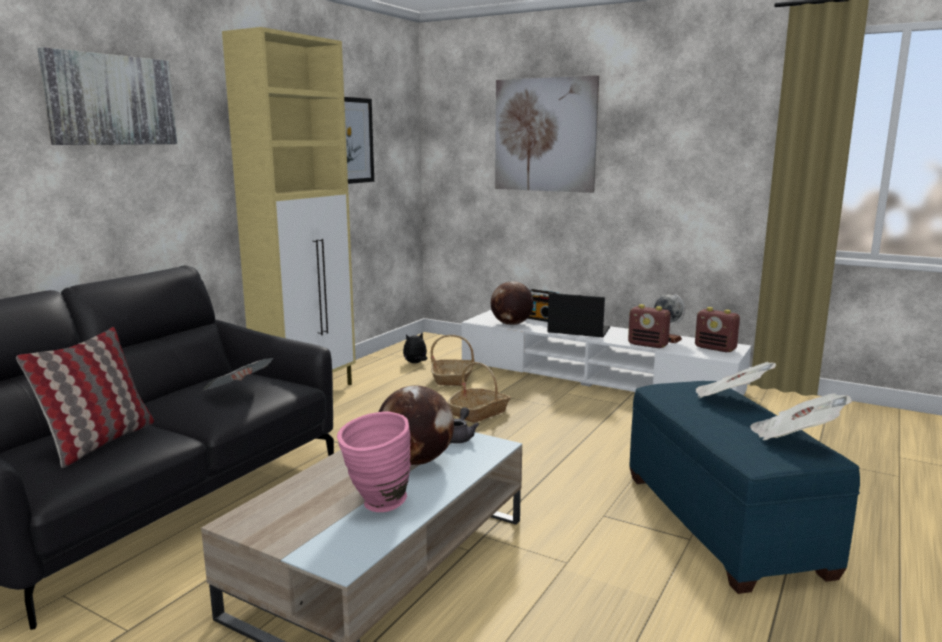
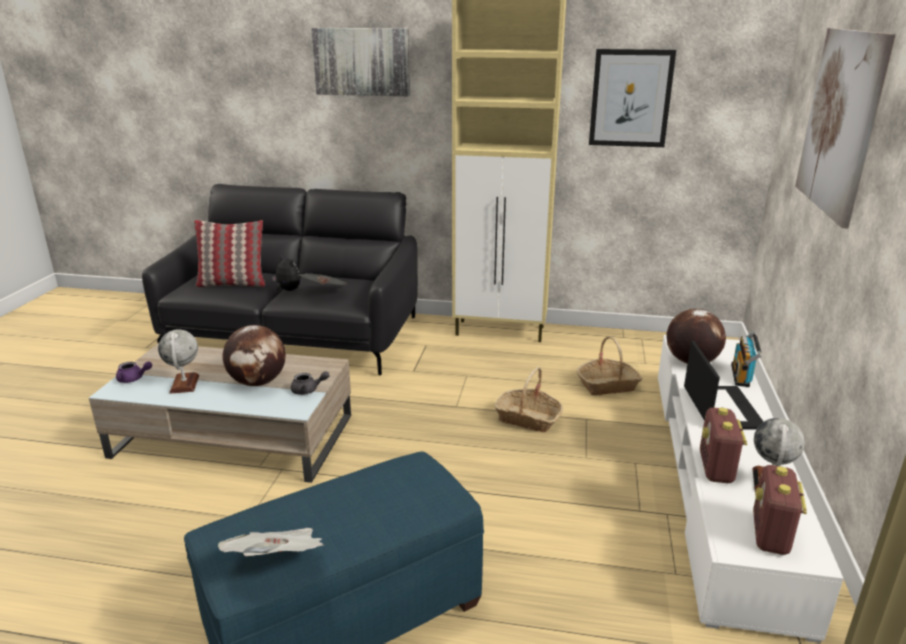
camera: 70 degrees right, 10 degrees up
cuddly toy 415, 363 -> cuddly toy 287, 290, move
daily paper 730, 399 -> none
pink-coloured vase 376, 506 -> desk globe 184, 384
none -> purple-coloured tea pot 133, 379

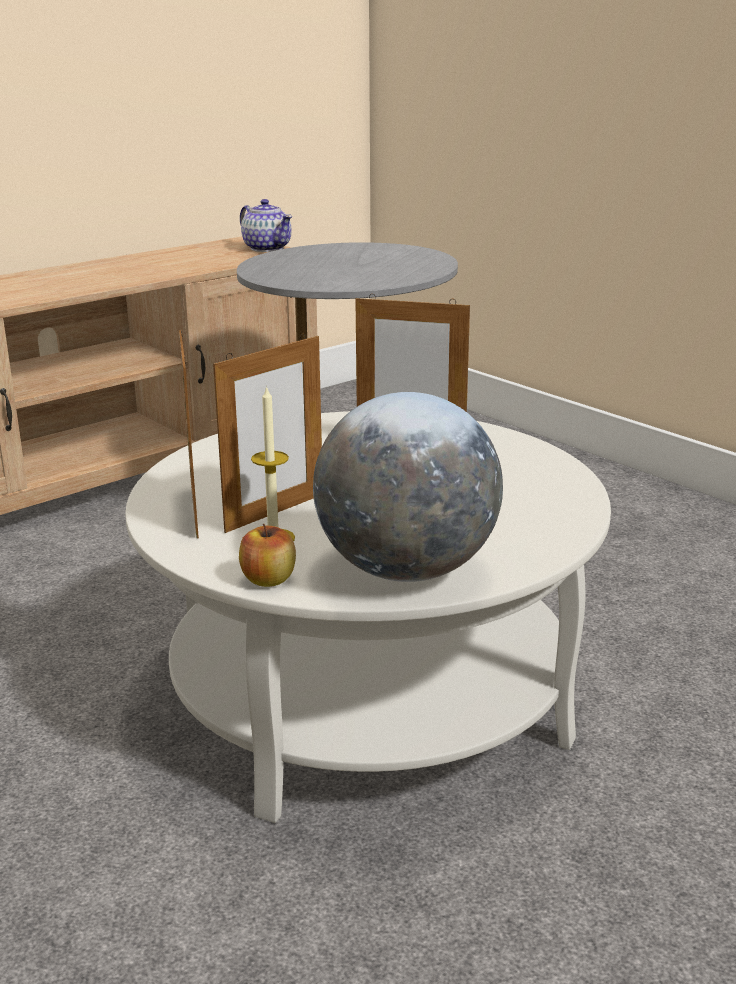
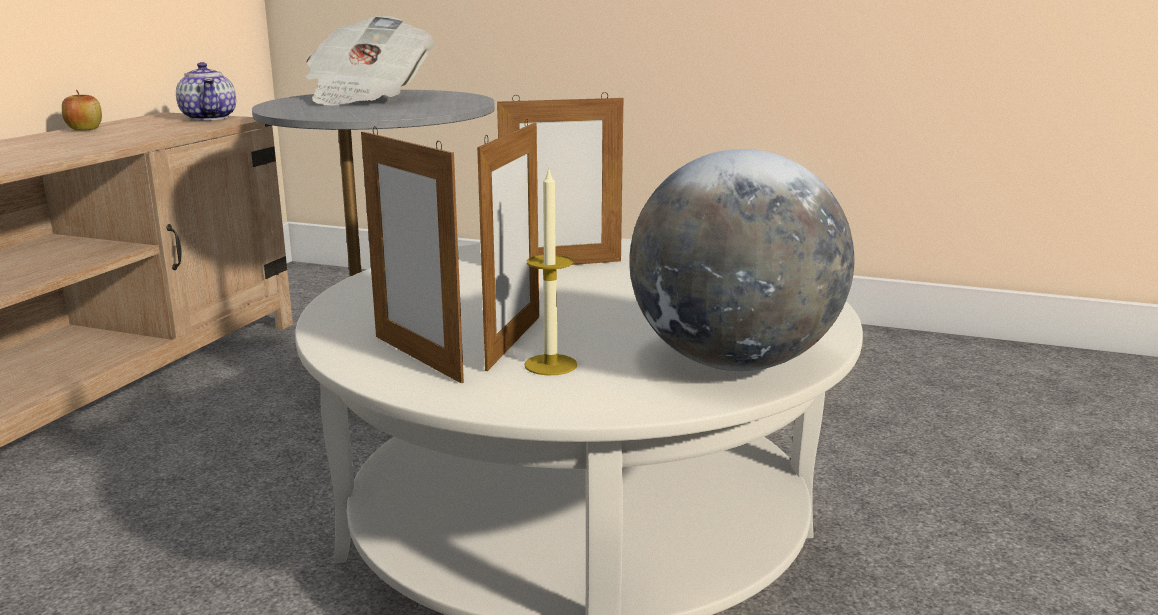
camera: 30 degrees left, 5 degrees down
tea pot 267, 248 -> tea pot 209, 118, 45 degrees clockwise
whole apple 268, 579 -> whole apple 84, 129, move
none -> daily paper 367, 98

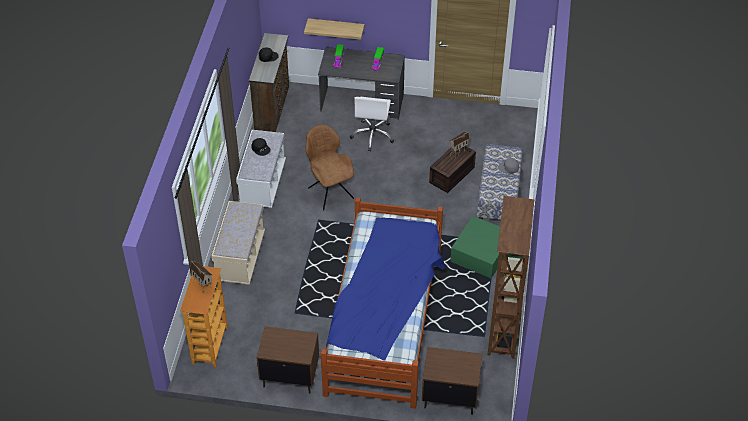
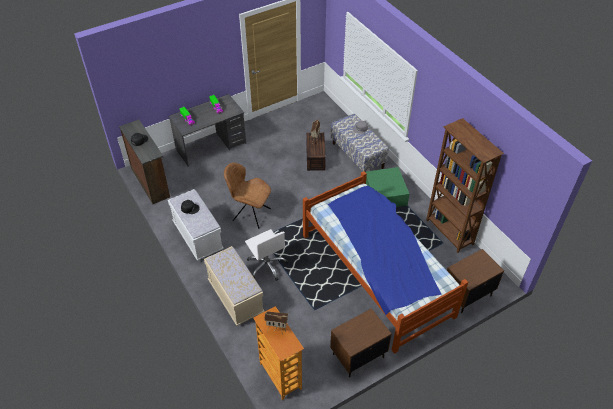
camera: 40 degrees left, 0 degrees up
shelf 336, 28 -> none
white-coloured office chair 373, 135 -> white-coloured office chair 267, 266, move

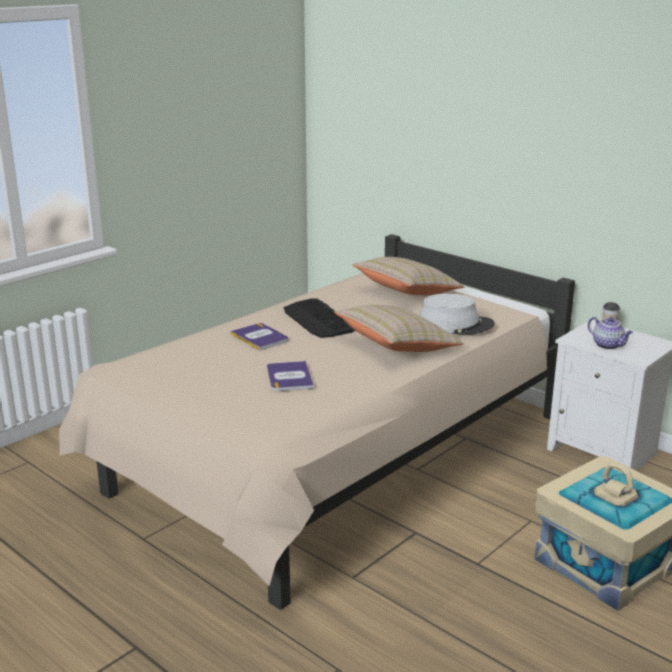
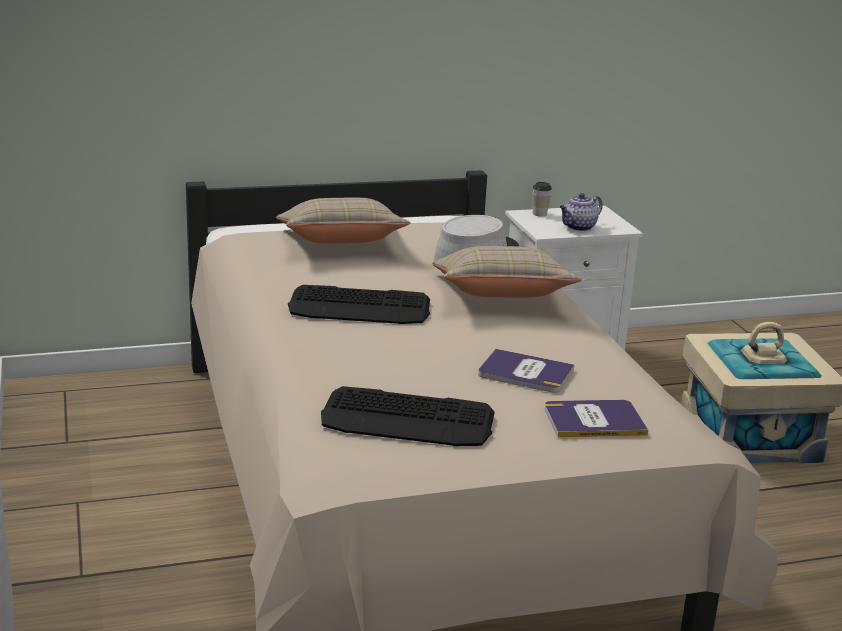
camera: 60 degrees left, 0 degrees up
tea pot 608, 345 -> tea pot 578, 227, 150 degrees clockwise
volume 260, 337 -> volume 594, 420, move
none -> PC keyboard 408, 420

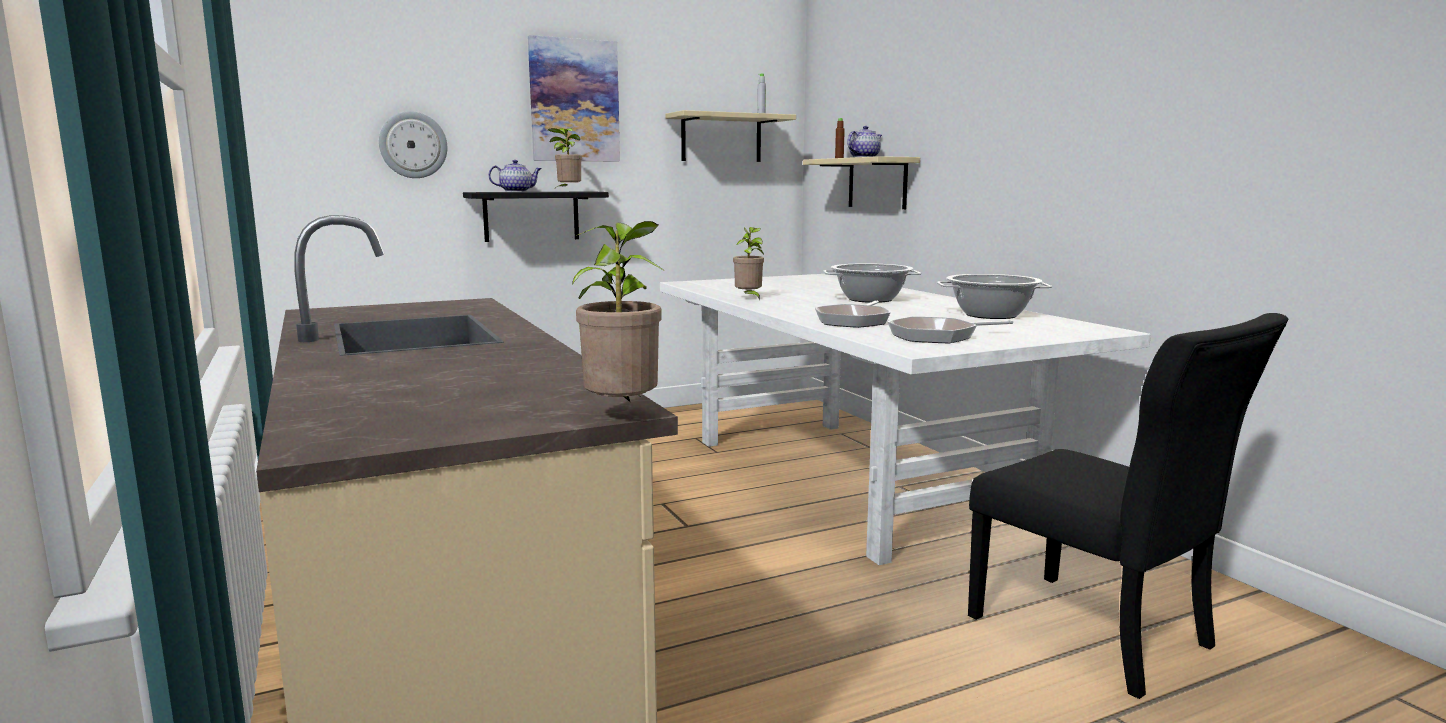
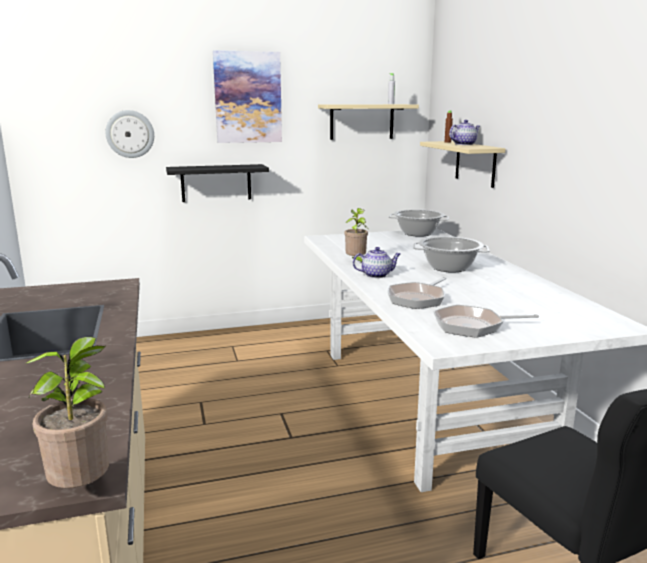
camera: 10 degrees right, 5 degrees up
potted plant 567, 191 -> none
tea pot 517, 191 -> tea pot 377, 275, move
saucepot 990, 315 -> saucepot 417, 233, move

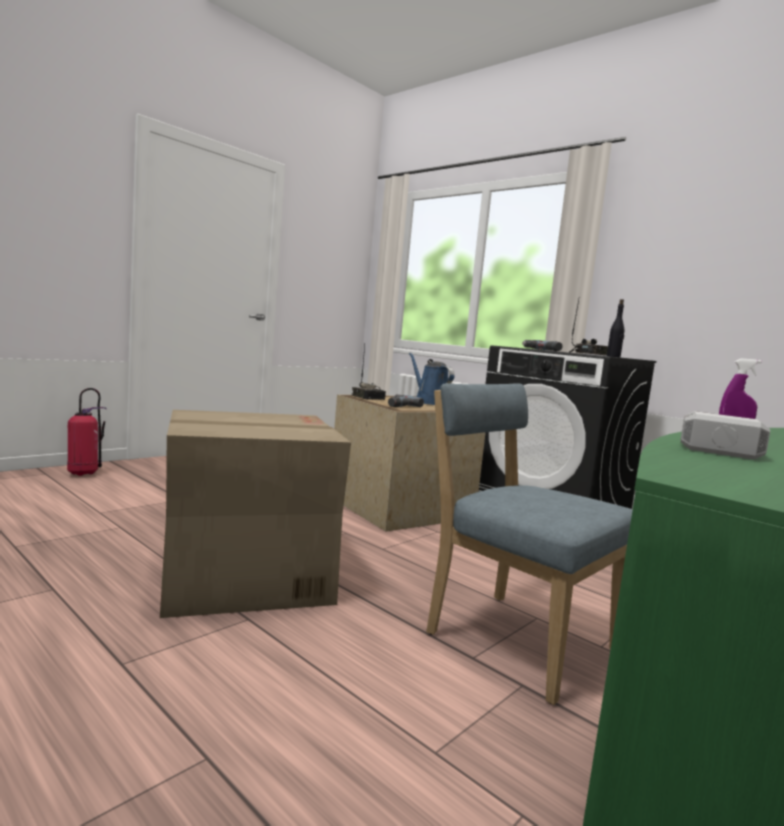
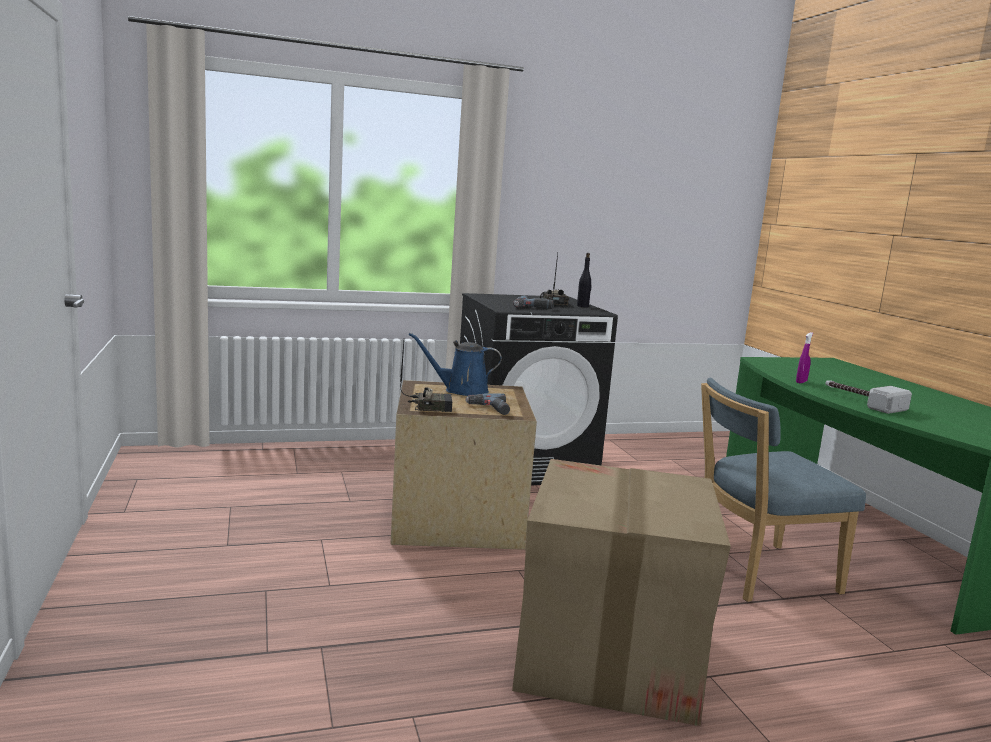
camera: 60 degrees left, 5 degrees up
fire-fighting cylinder 84, 474 -> none

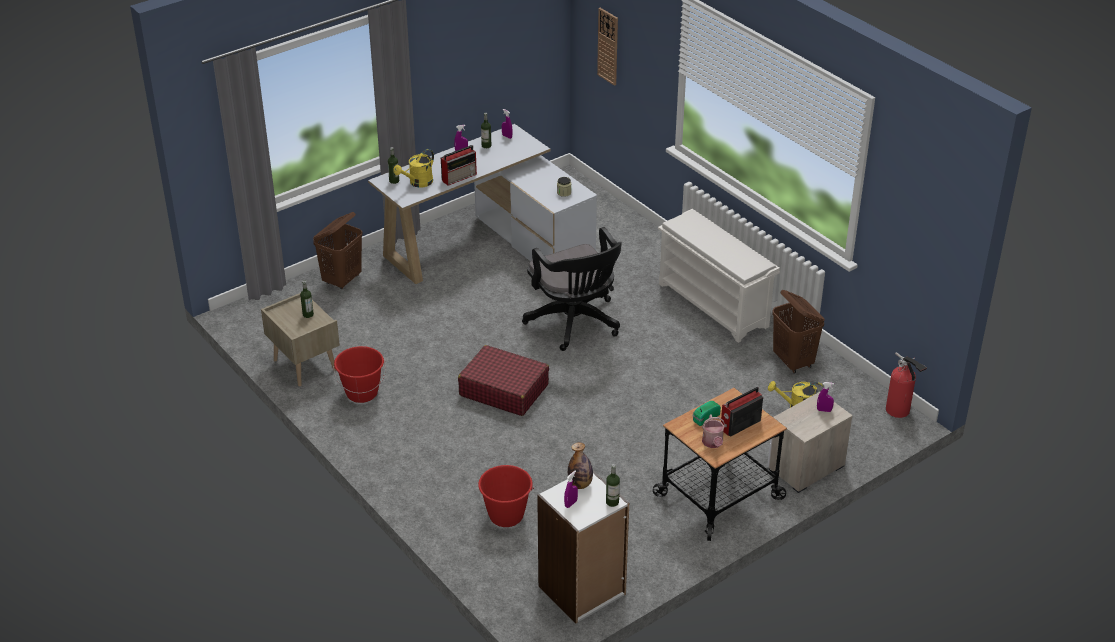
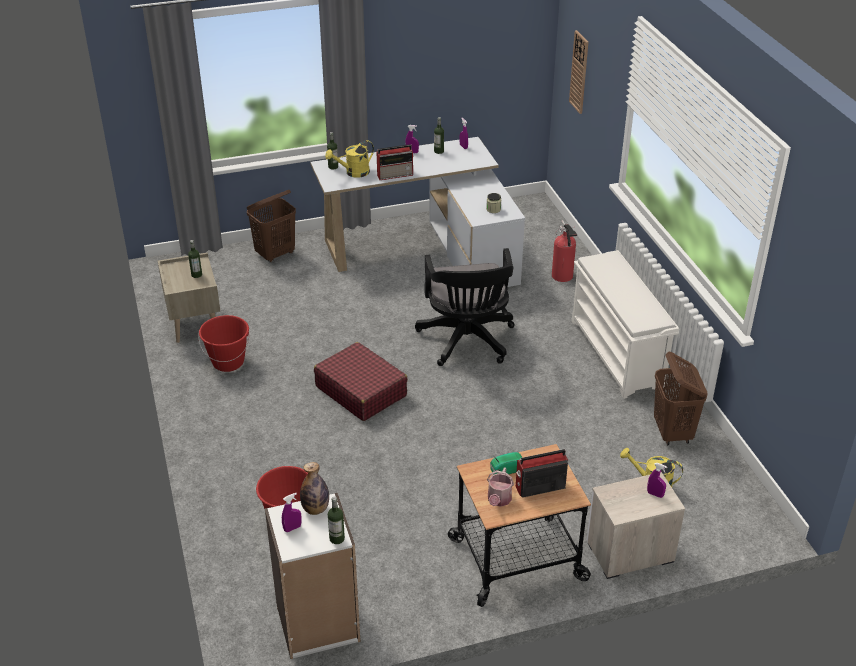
camera: 20 degrees right, 0 degrees up
fire-fighting cylinder 899, 411 -> fire-fighting cylinder 562, 277, move

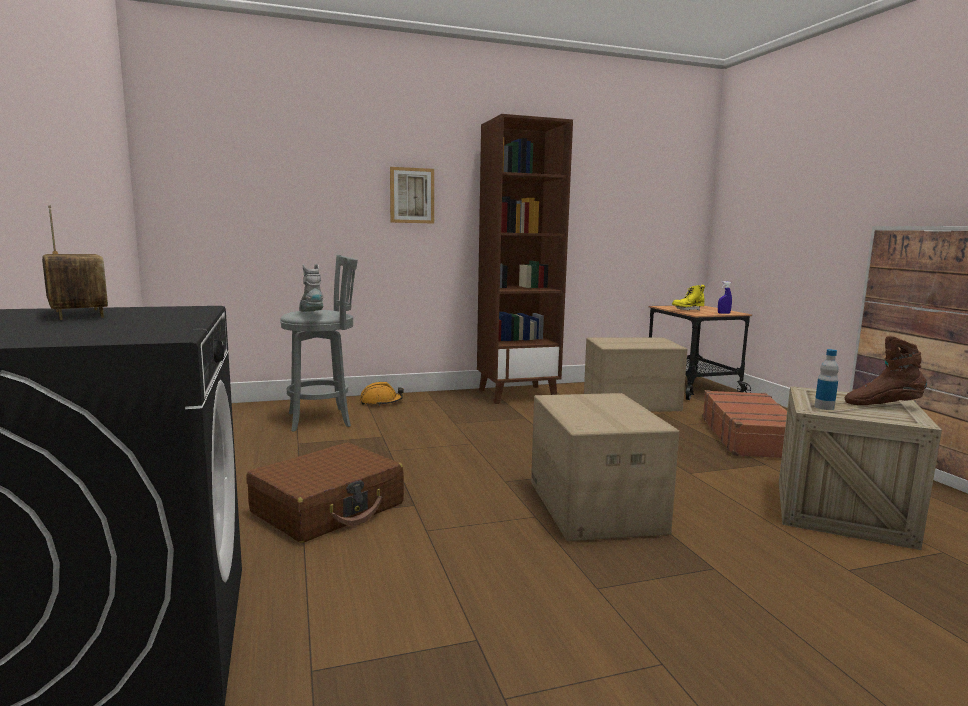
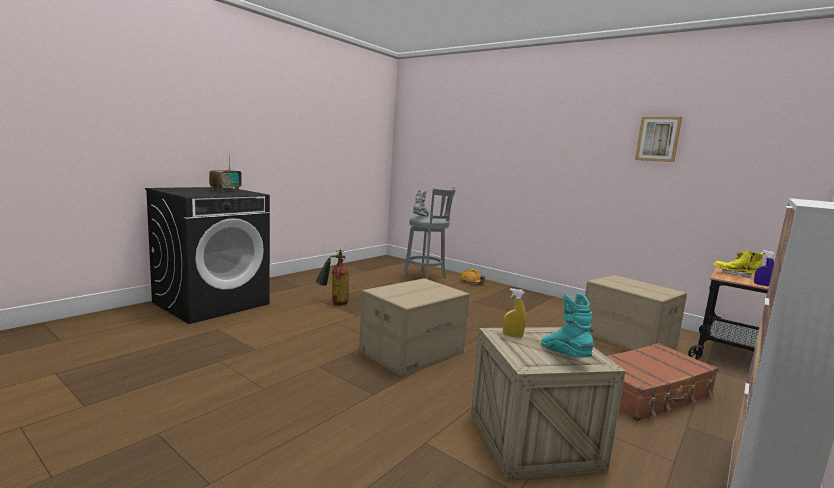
camera: 55 degrees right, 0 degrees up
brownish bookshelf 517, 394 -> none
wall art 411, 195 -> wall art 658, 139, move
brownish high-top boot 882, 405 -> turquoise-coloured high-top boot 564, 356
beverage bottle 824, 407 -> yellow-coloured hand sprayer 512, 336
brownish travel case 329, 508 -> fire-fighting cylinder 333, 303

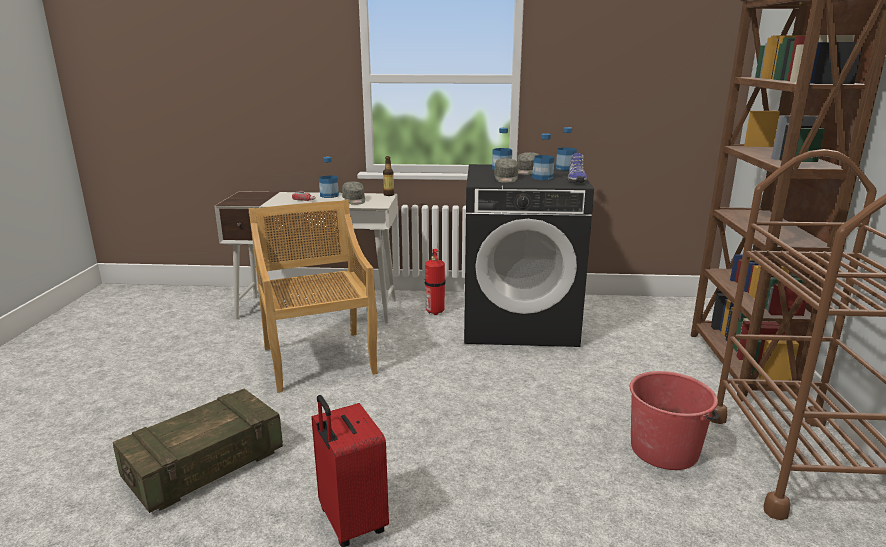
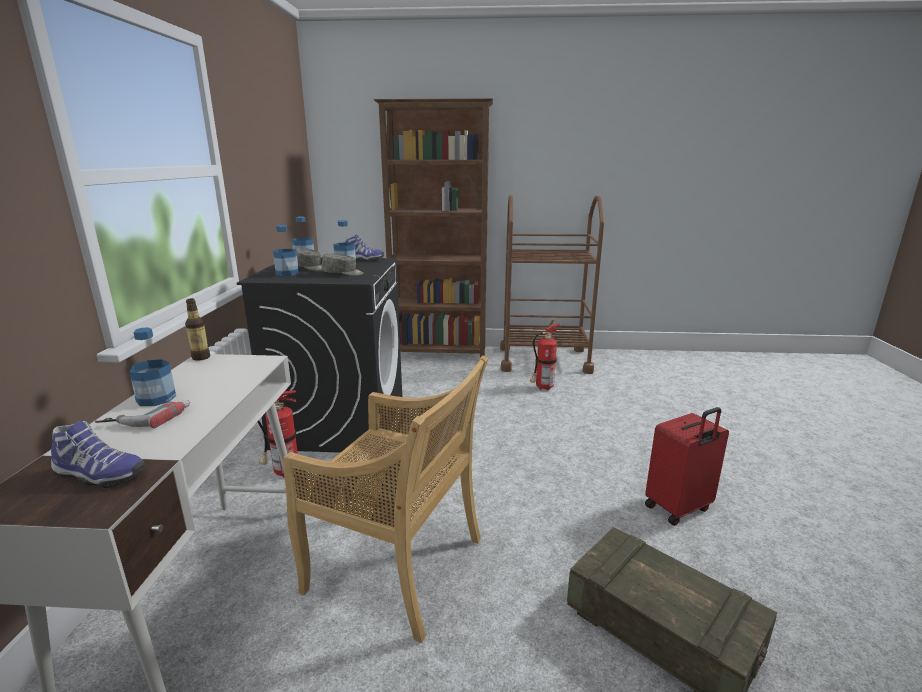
camera: 90 degrees left, 0 degrees up
grey baseball cap 354, 200 -> none
beige-coloured upright chair 319, 359 -> beige-coloured upright chair 398, 566, 135 degrees counterclockwise
reddish water bucket 665, 449 -> fire-fighting cylinder 542, 388
none -> shoe 98, 476

